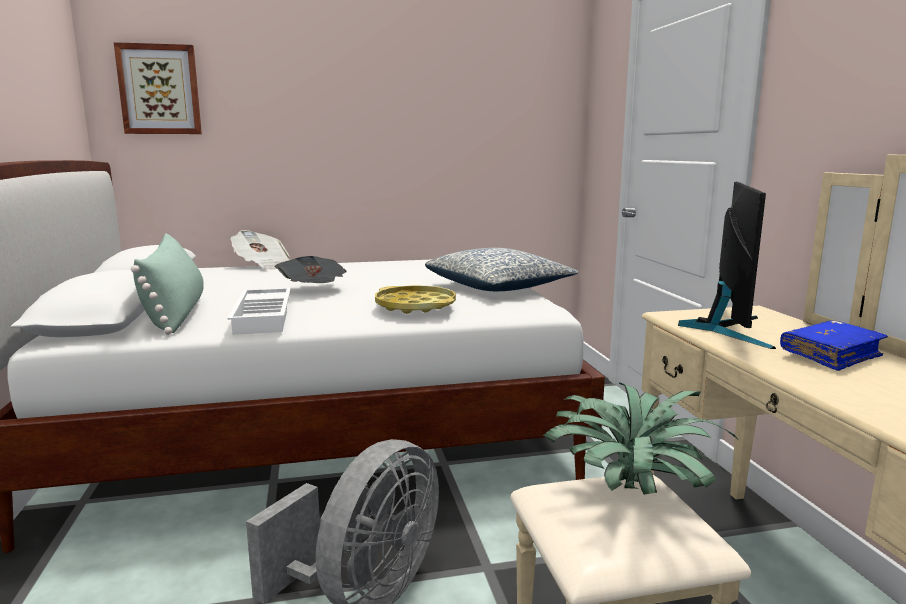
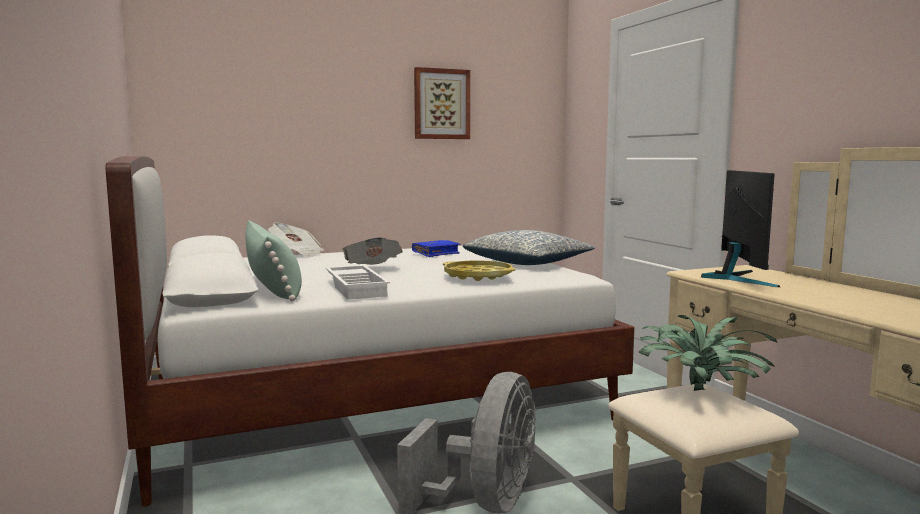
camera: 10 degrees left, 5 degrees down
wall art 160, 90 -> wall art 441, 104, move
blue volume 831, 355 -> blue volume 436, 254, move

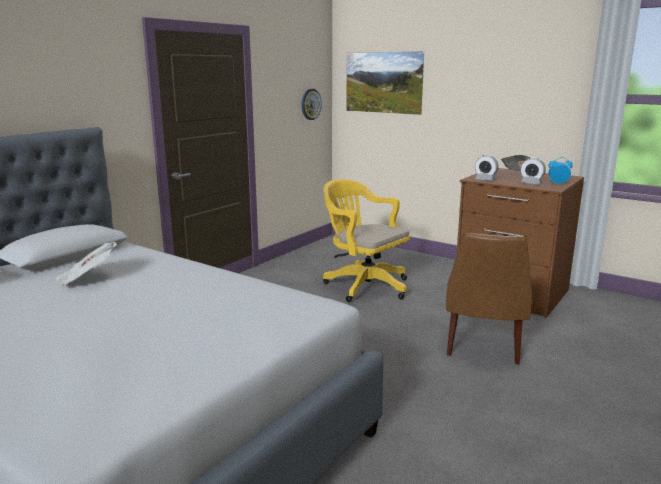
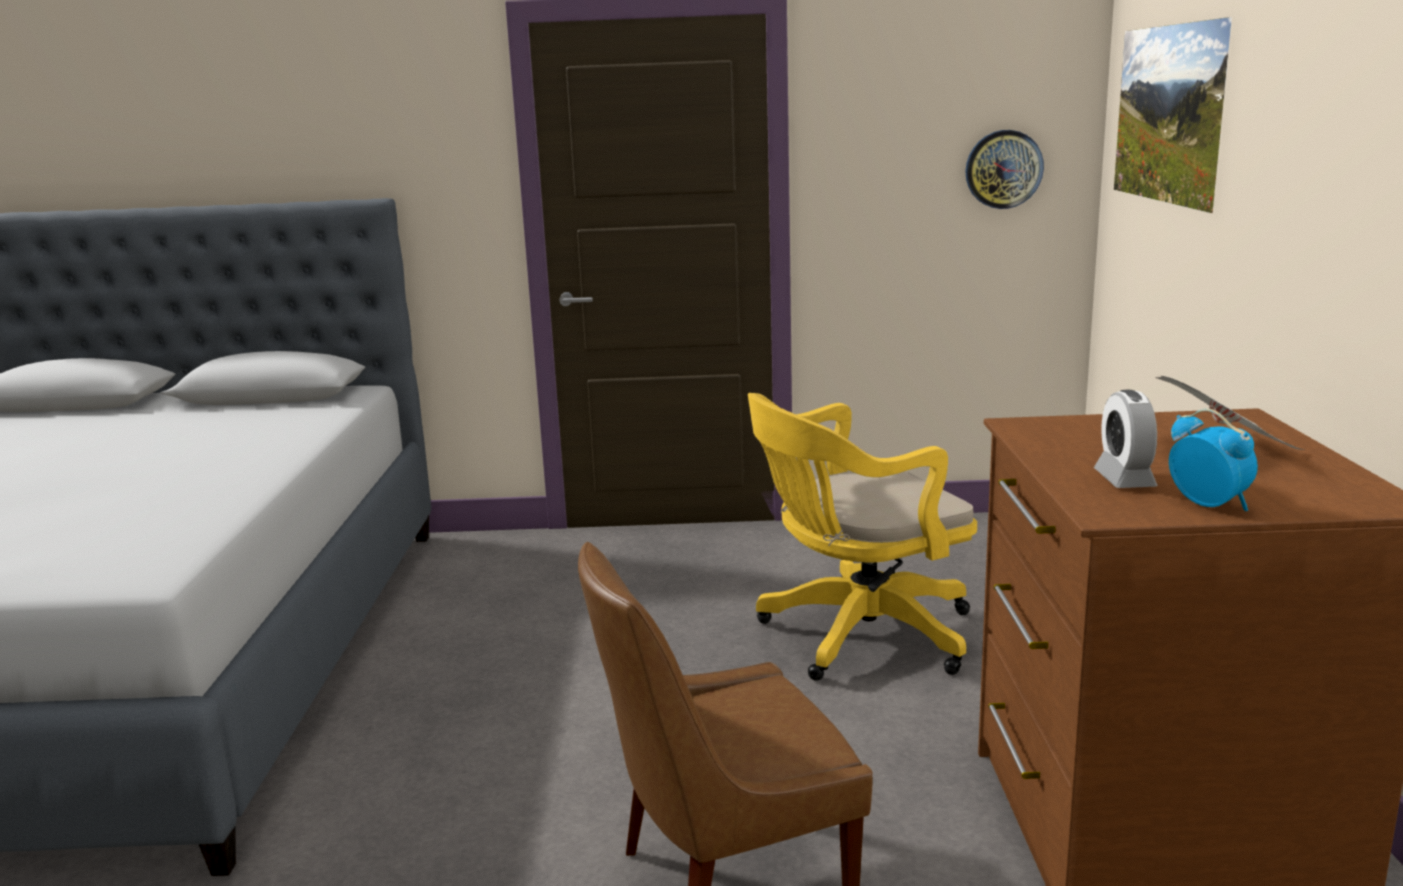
camera: 55 degrees right, 0 degrees up
bedside clock 485, 180 -> none
yellow-coloured office chair 363, 285 -> yellow-coloured office chair 857, 636, 120 degrees counterclockwise
daily paper 87, 279 -> none

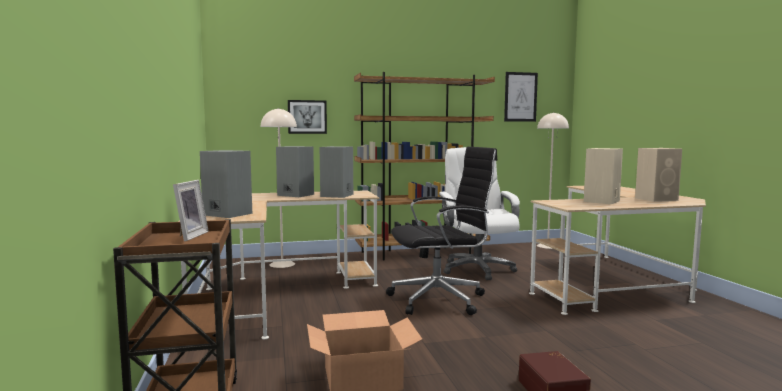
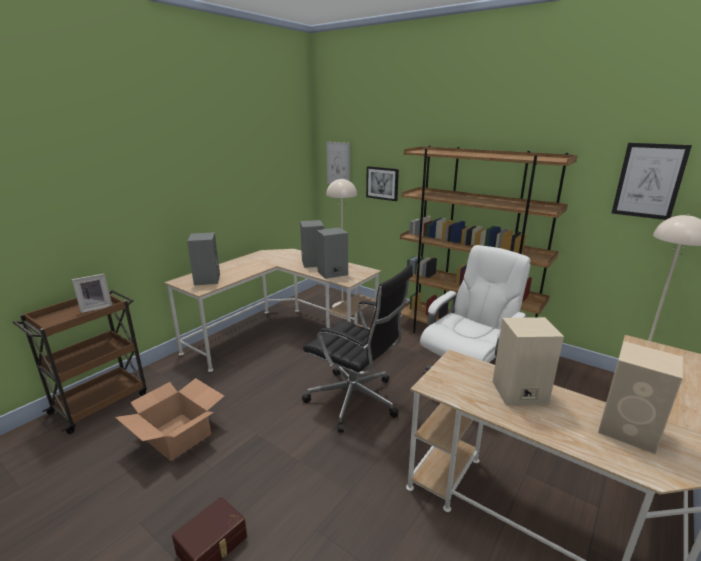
camera: 50 degrees right, 15 degrees up
none -> wall art 338, 164

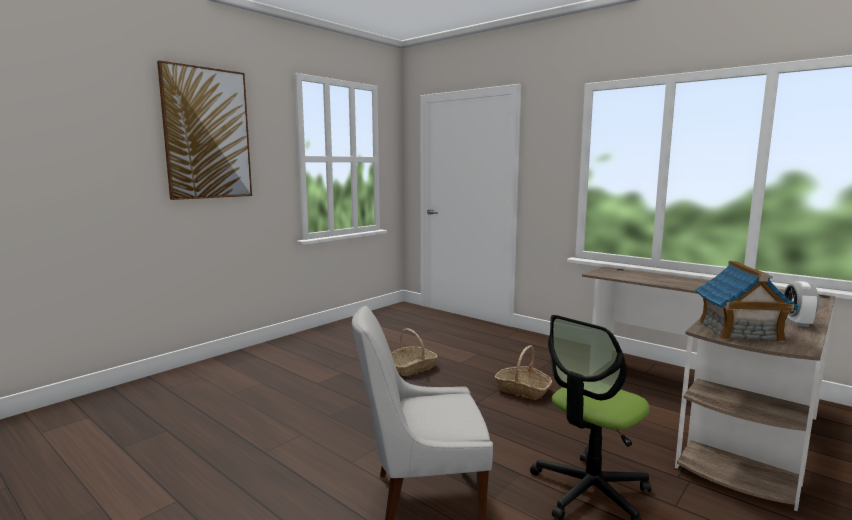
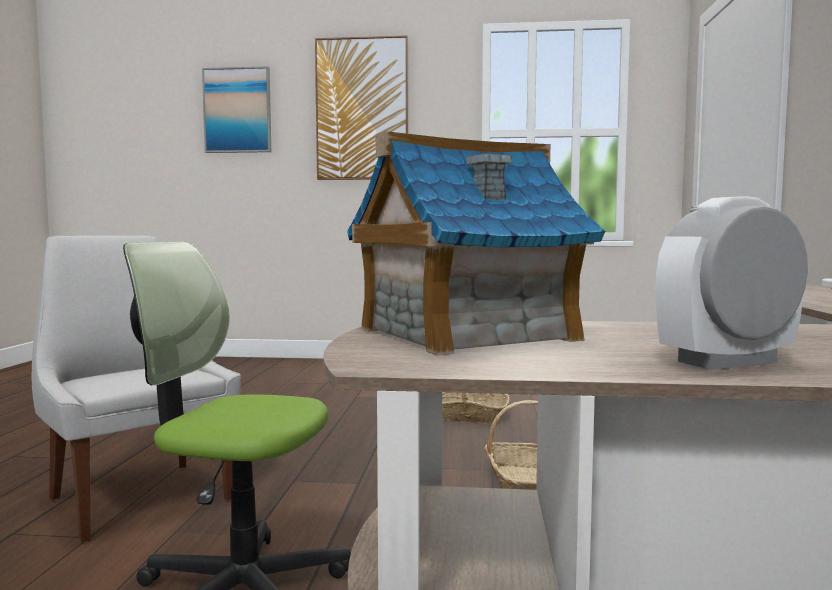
camera: 55 degrees right, 5 degrees down
none -> wall art 237, 110

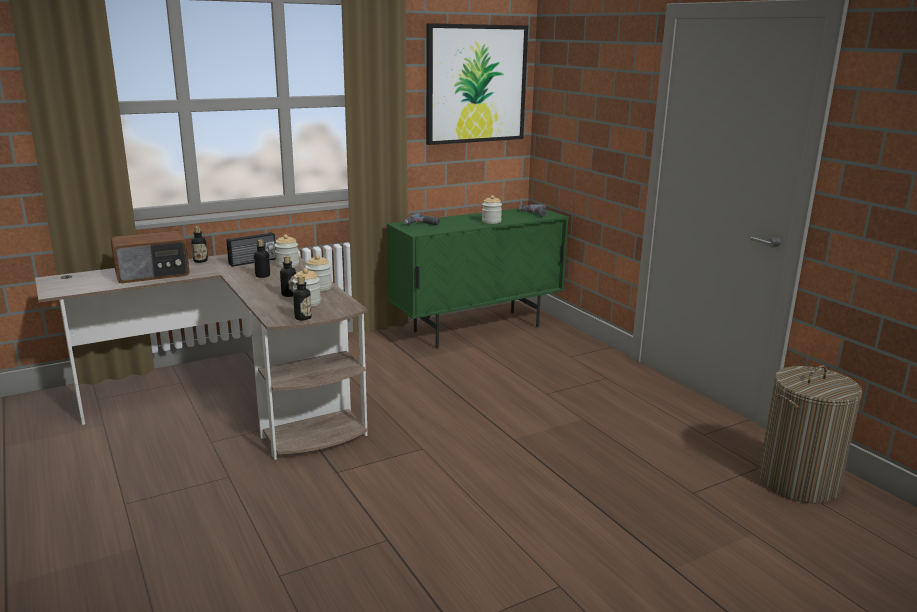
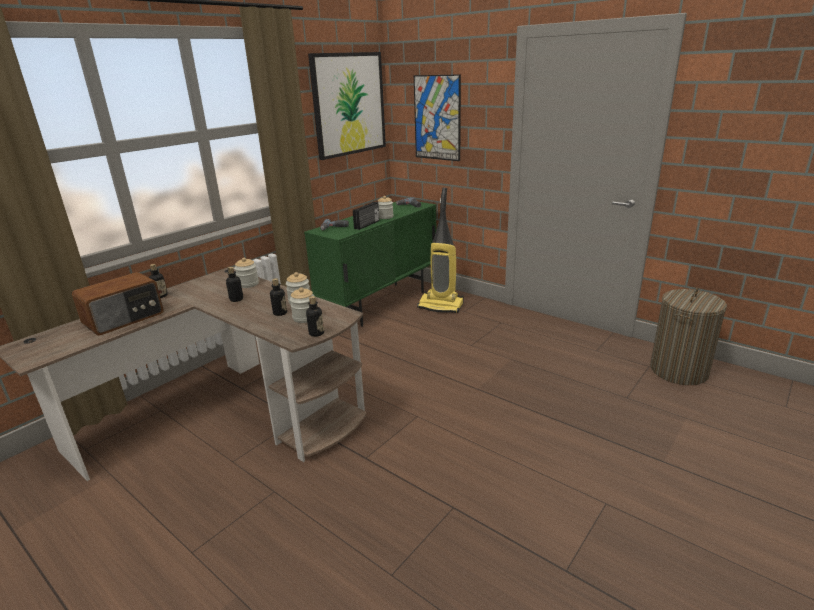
camera: 20 degrees left, 5 degrees up
radio set 253, 262 -> radio set 367, 224, move
none -> wall art 437, 118
none -> hoover 441, 306

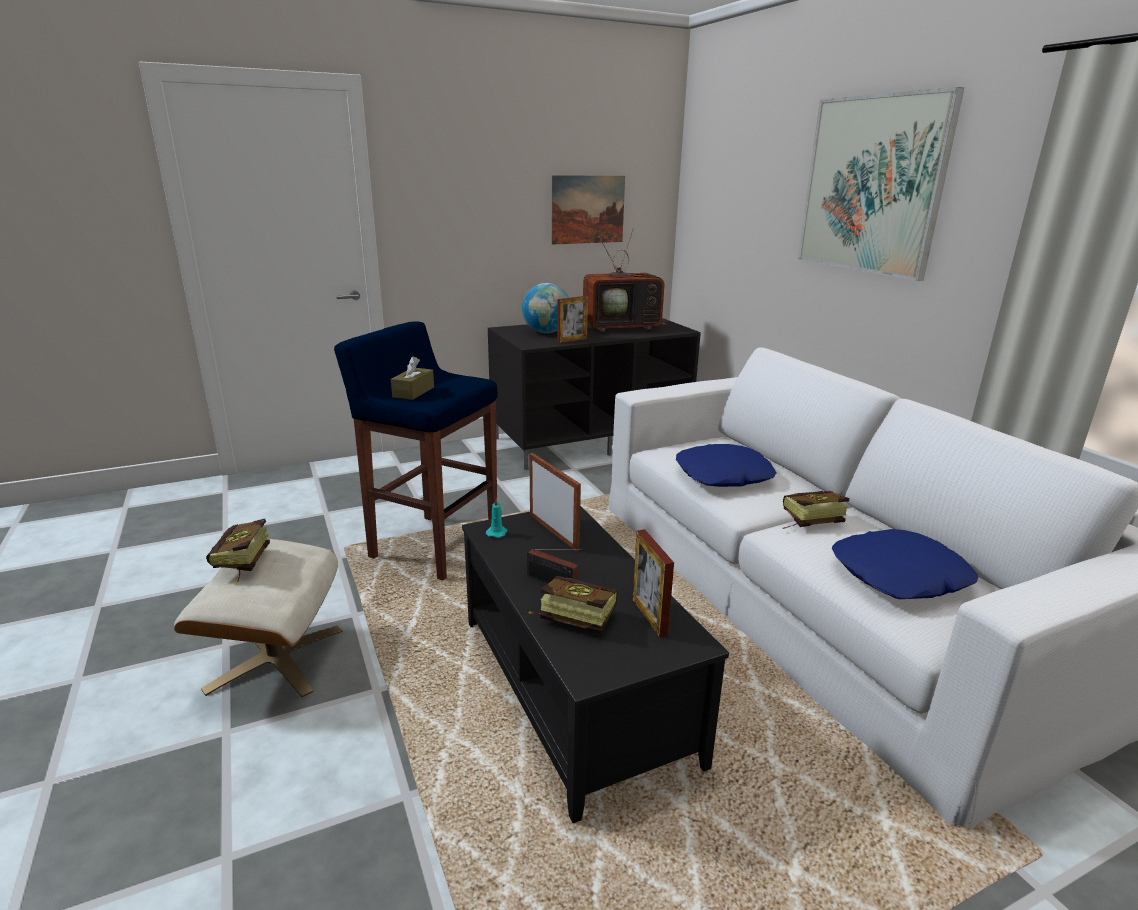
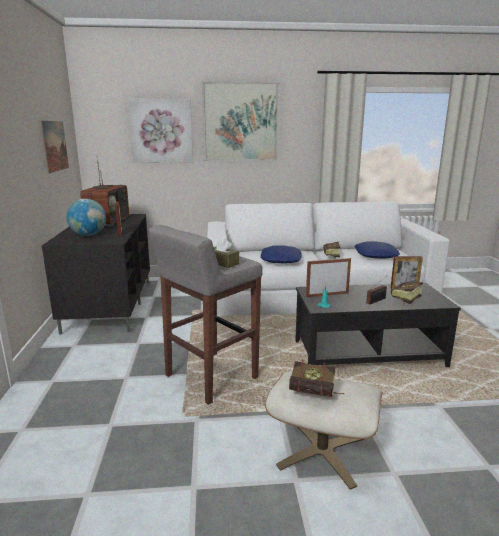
camera: 70 degrees left, 5 degrees down
blue sitting stool 433, 546 -> grey sitting stool 210, 377
none -> wall art 161, 131

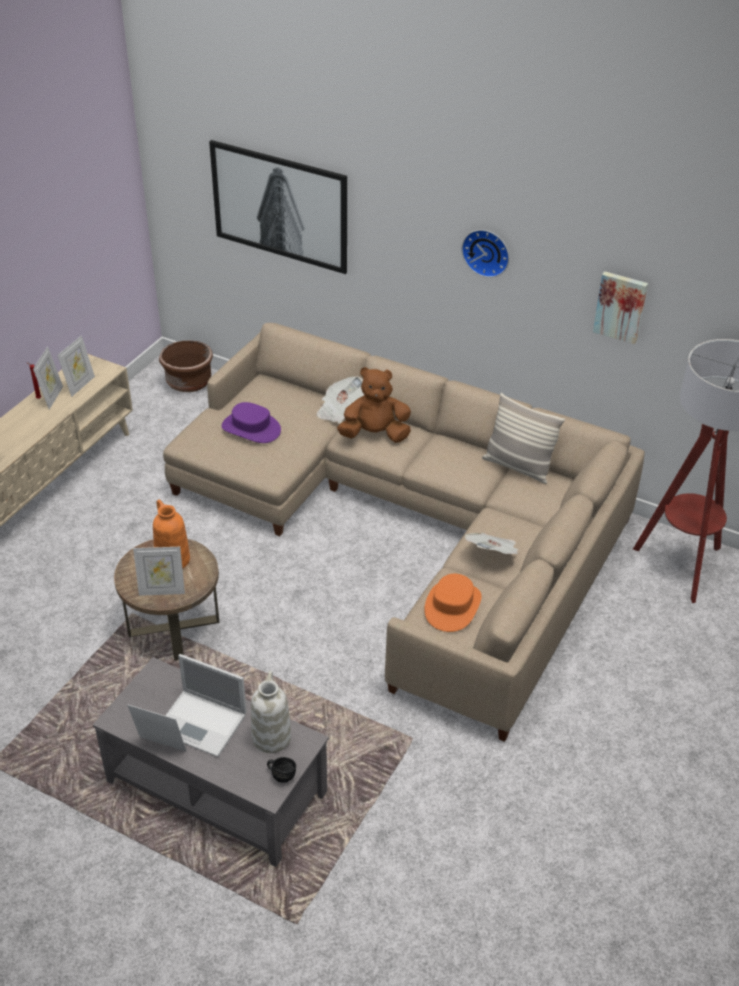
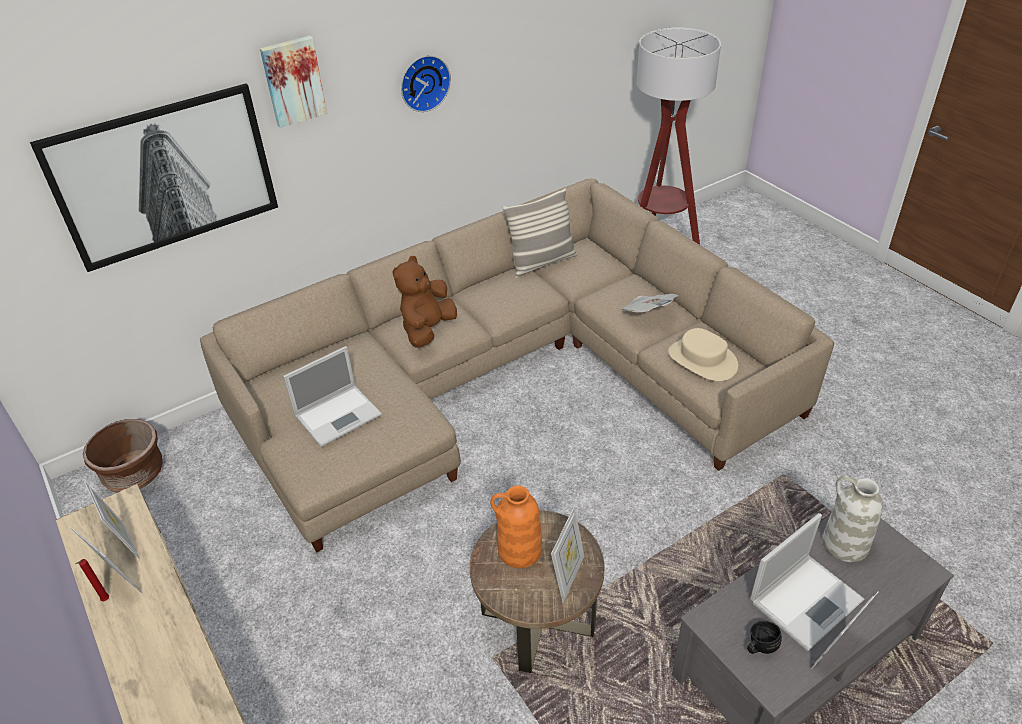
camera: 60 degrees left, 0 degrees up
wall art 620, 306 -> wall art 293, 81, move
daily paper 341, 410 -> none
purple-coloured wearable hat 251, 428 -> portable computer 339, 414
orangey wearable hat 452, 606 -> beige-coloured wearable hat 702, 360
black coffee mug 281, 774 -> black coffee mug 759, 646, move

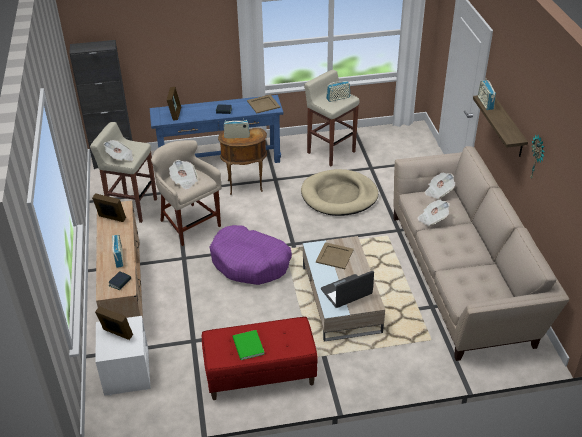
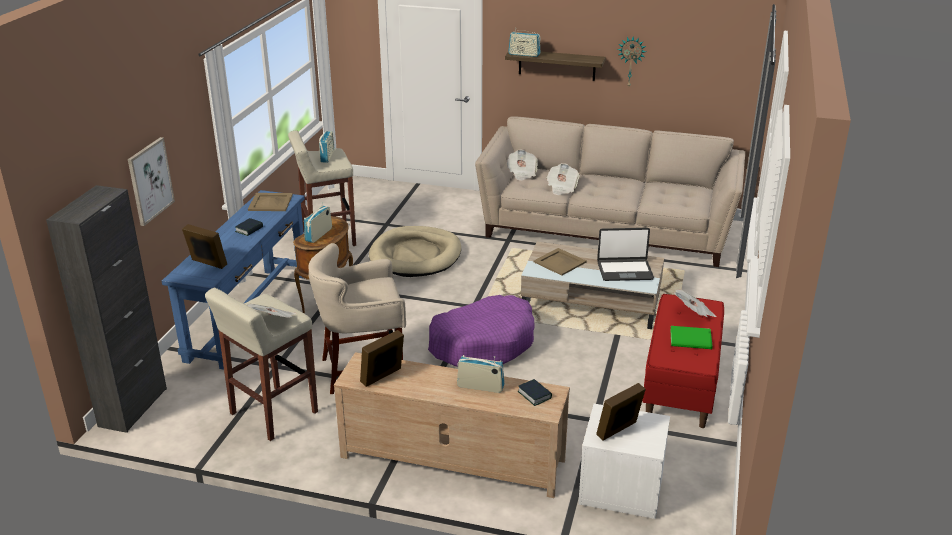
camera: 65 degrees left, 10 degrees down
daily paper 184, 181 -> daily paper 693, 314, move
portable computer 346, 292 -> portable computer 624, 270, 90 degrees counterclockwise
none -> wall art 150, 181

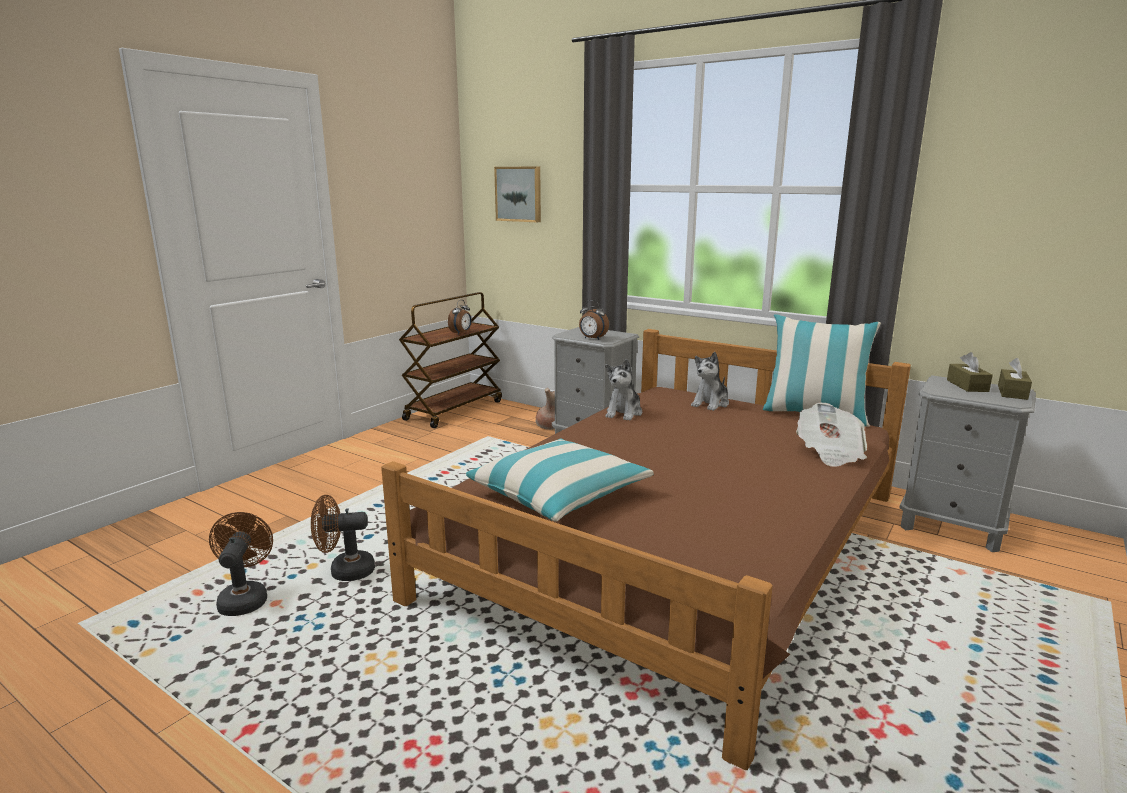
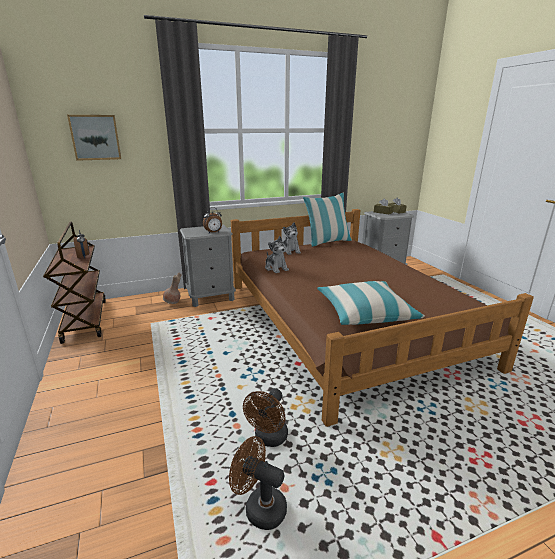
camera: 55 degrees left, 5 degrees up
daily paper 829, 453 -> none

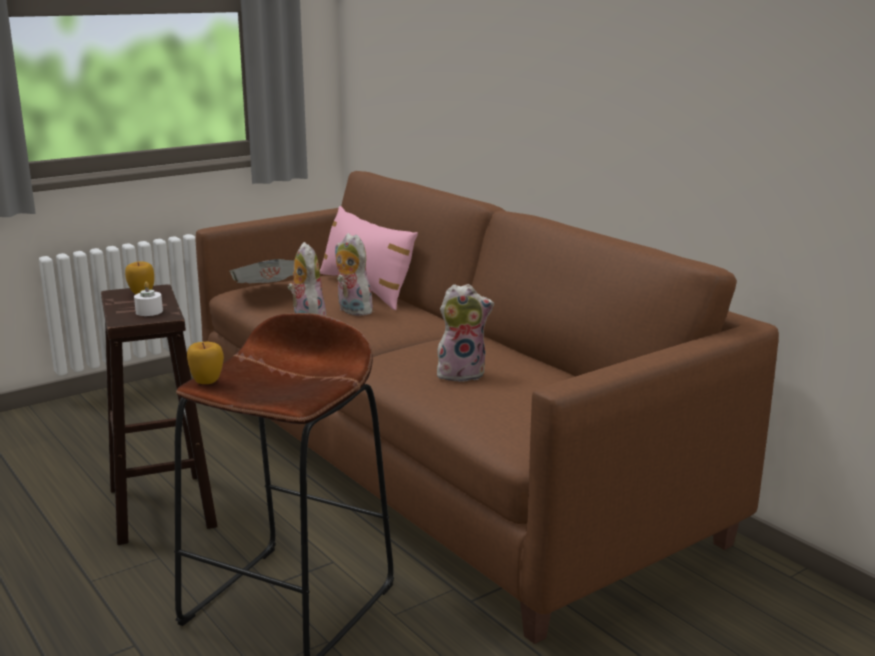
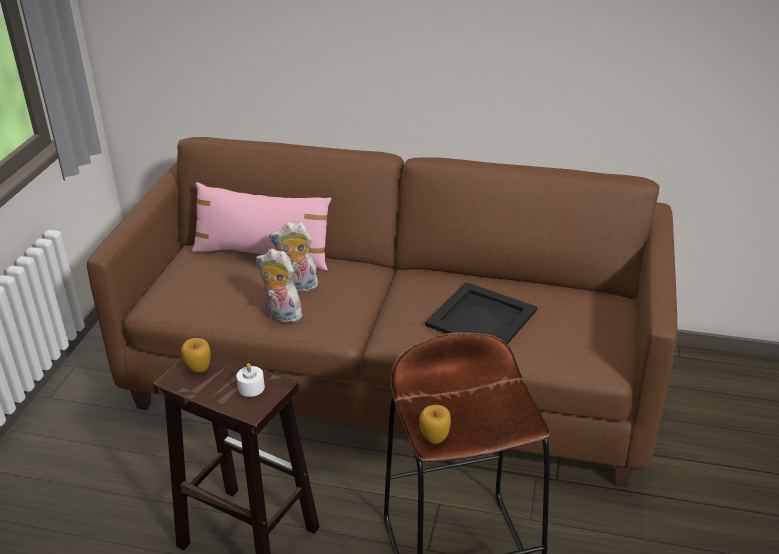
camera: 40 degrees left, 15 degrees up
daily paper 269, 293 -> none
cuddly toy 462, 373 -> black tray 482, 318

